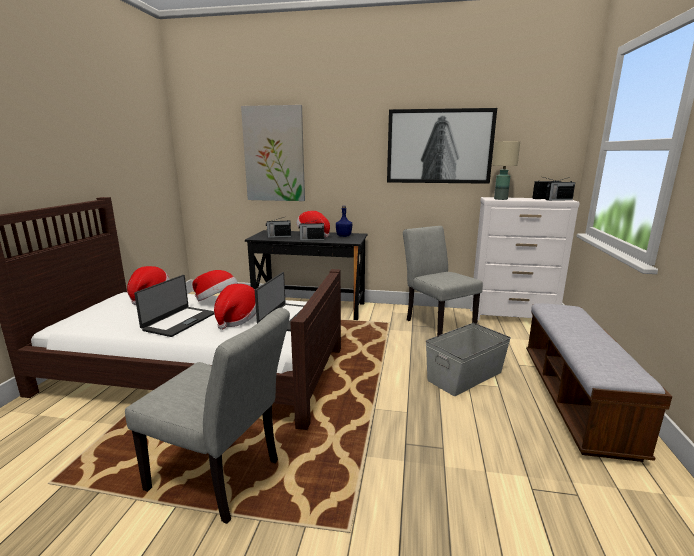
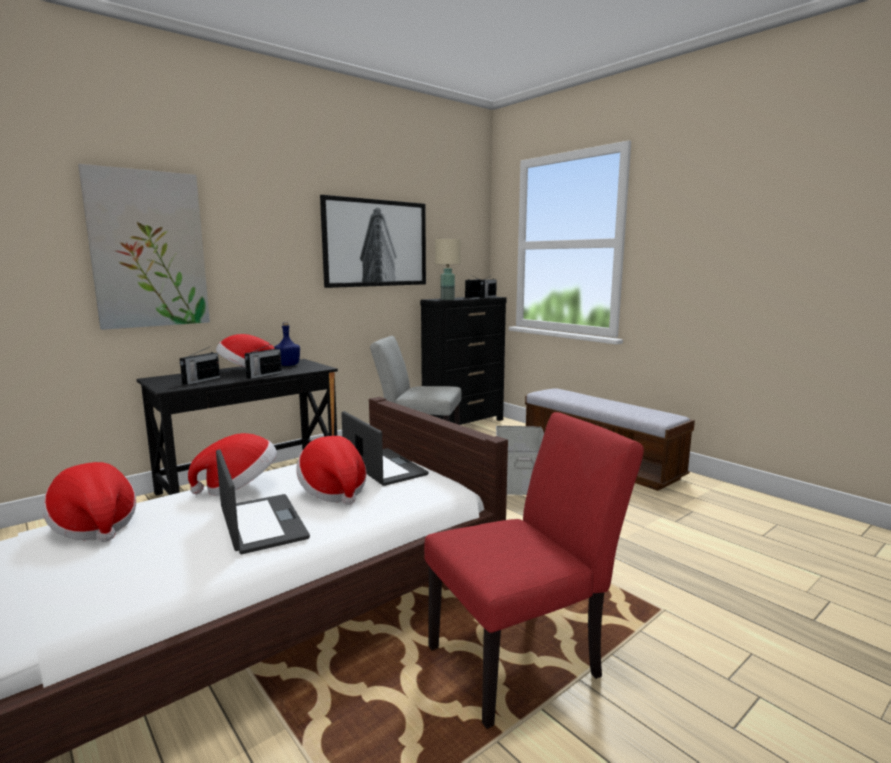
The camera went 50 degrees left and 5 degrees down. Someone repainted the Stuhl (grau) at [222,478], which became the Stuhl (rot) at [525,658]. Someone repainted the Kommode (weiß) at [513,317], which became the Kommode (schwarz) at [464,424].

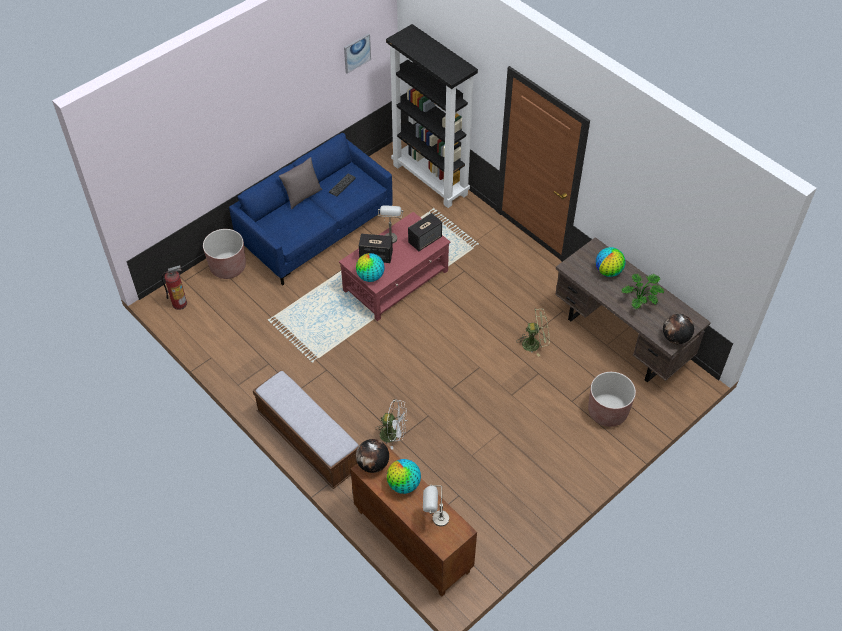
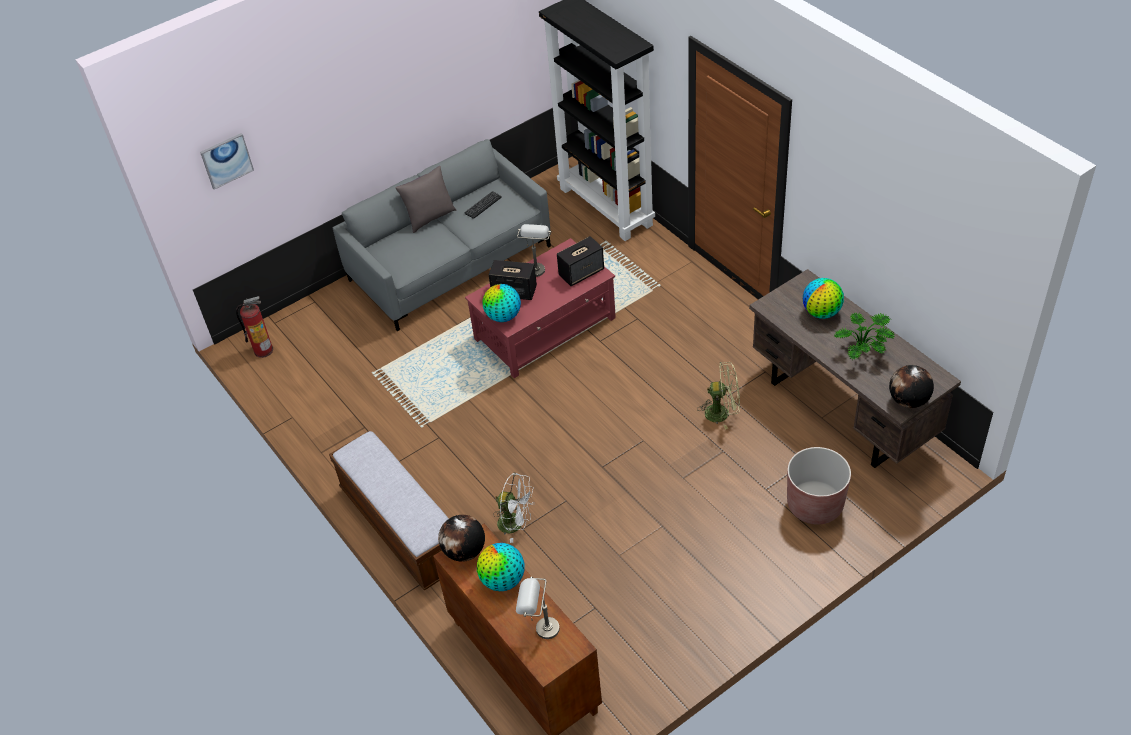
The camera went 10 degrees right and 5 degrees down. Someone took away the Pflanzkübel (braun) at [228,267]. Someone carried the Bild from [357,53] to [226,160]. Someone repainted the Sofa (blau) at [316,228], which became the Sofa (grau) at [450,263].

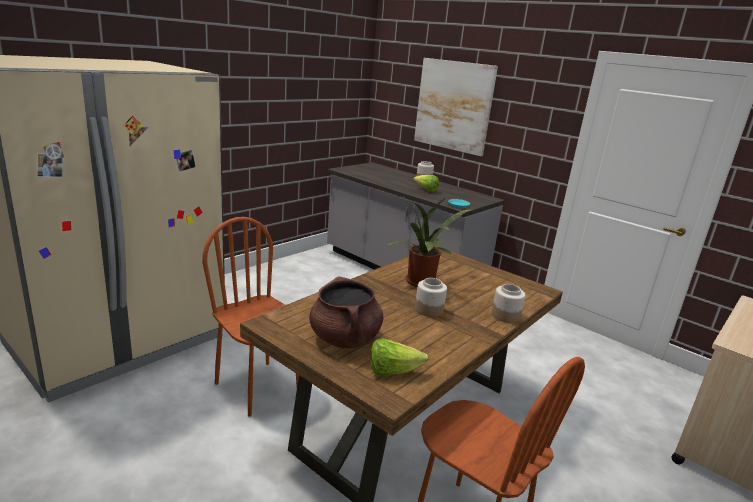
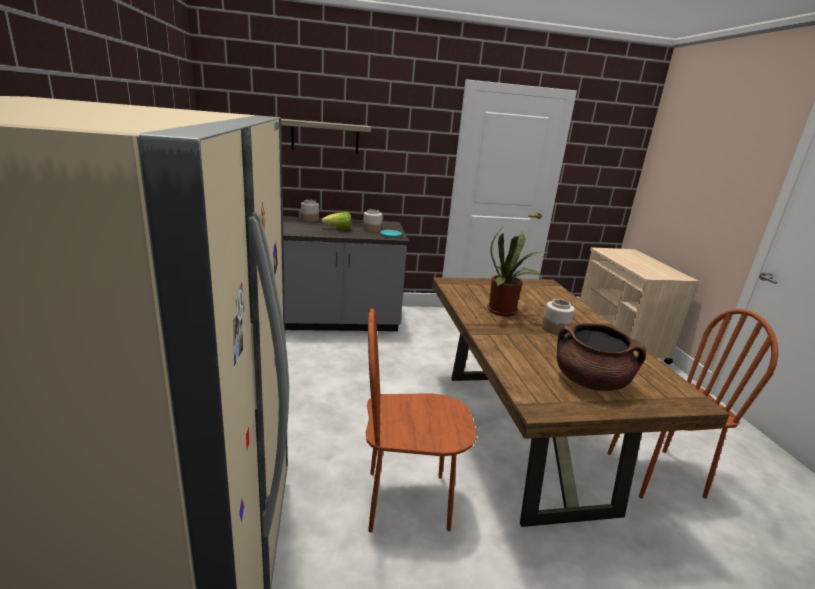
The camera went 50 degrees left and 0 degrees up. Someone took away the Salatkopf at [392,371]. Someone carried the Vorratsglas from [506,316] to [372,230]. Someone swapped the Bild at [453,106] for the Wandregal at [325,137].

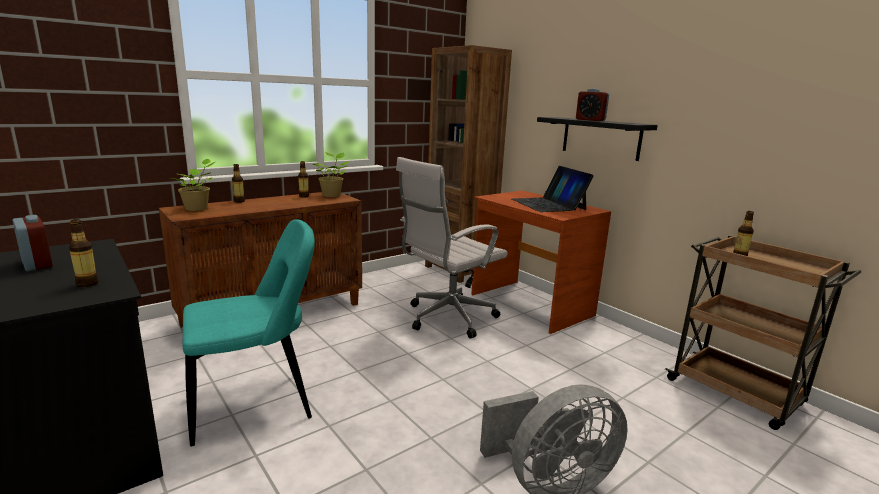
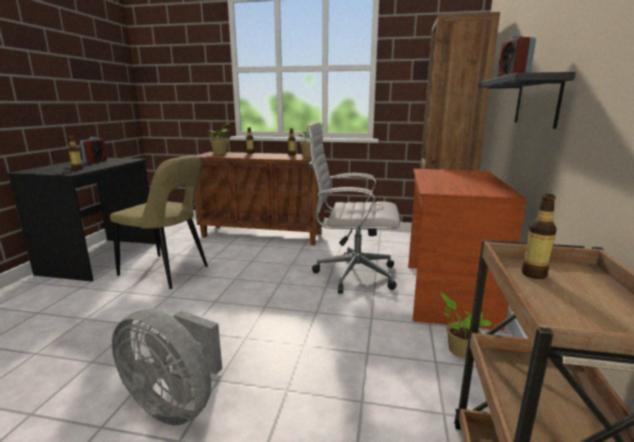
The camera went 50 degrees right and 0 degrees up. Someone took away the Laptop at [548,204]. Someone put down the Topfpflanze at [458,350]. Someone repainted the Stuhl (türkis) at [256,405], which became the Stuhl (beige) at [167,272].

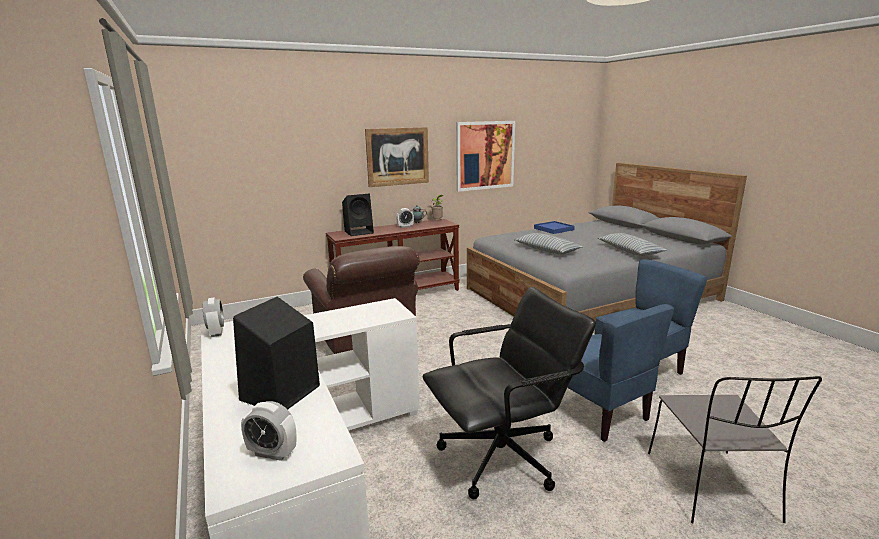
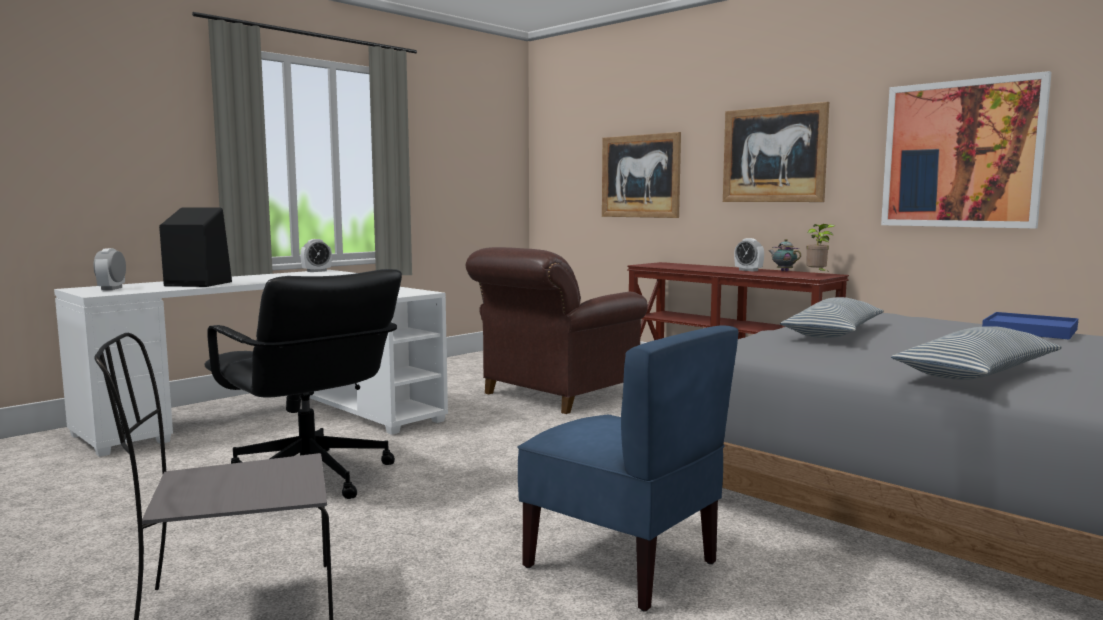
The camera went 70 degrees right and 10 degrees down. Someone took away the Lautsprecher (schwarz) at [359,232]. Someone took away the Stuhl (blau) at [598,412]. Someone put up the Bild at [640,176].

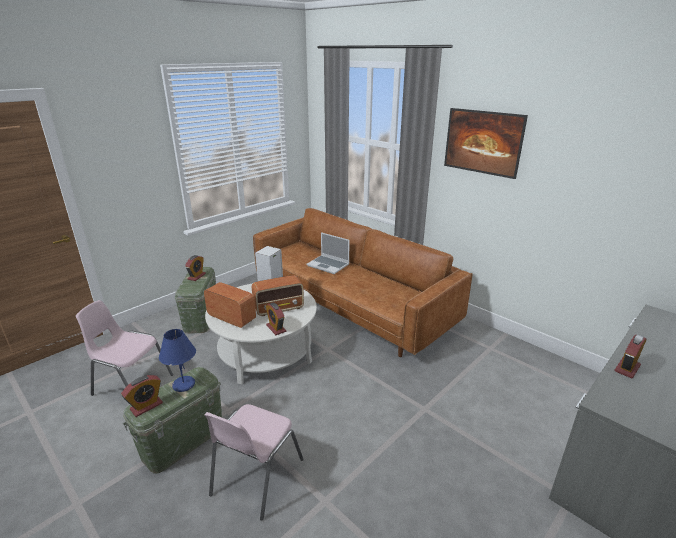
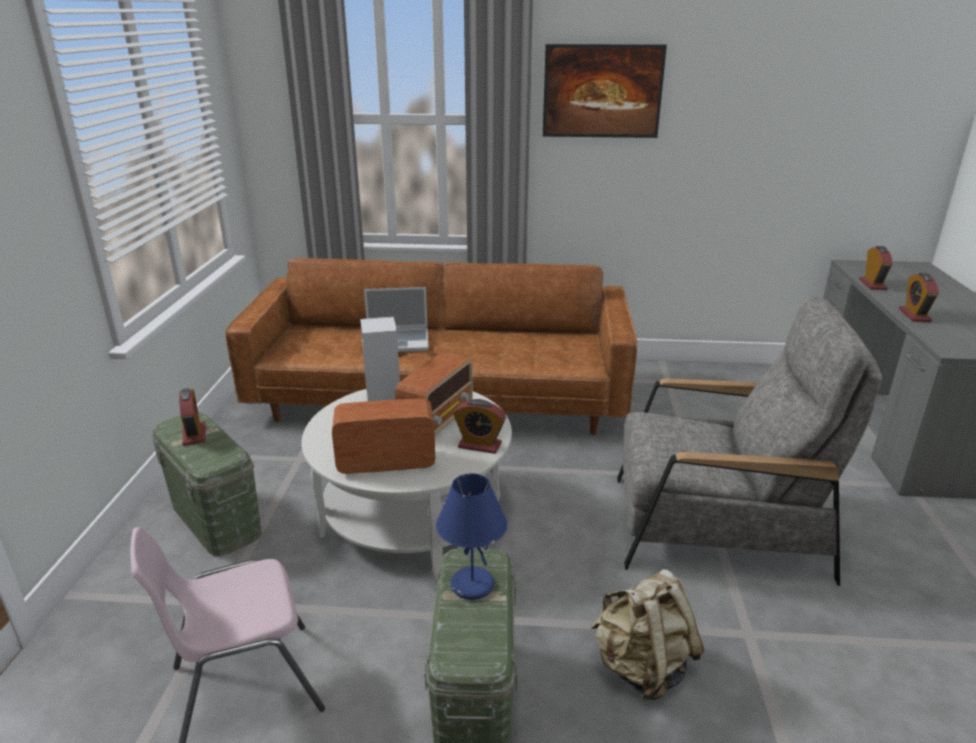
The camera went 40 degrees left and 0 degrees up. Someone put down the Sessel (grau) at [716,526]. Someone carried the Wecker from [146,406] to [872,284]. Someone swapped the Stuhl (rosa) at [256,477] for the Rucksack (beige) at [641,667].

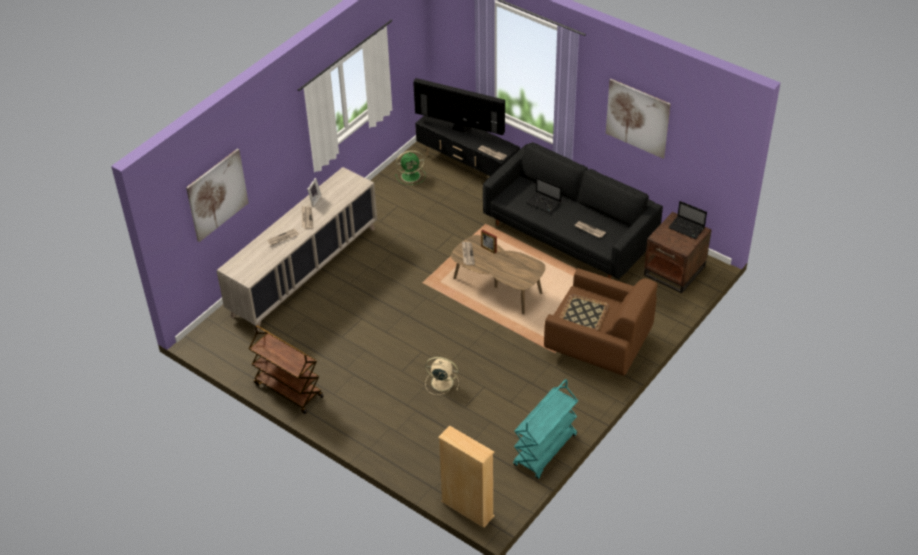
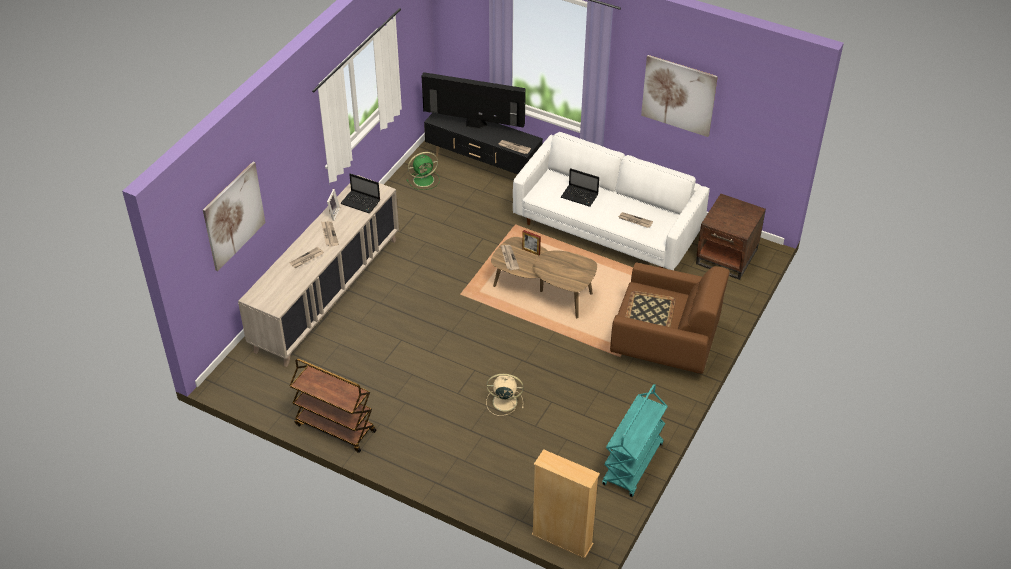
The camera went 10 degrees left and 0 degrees up. Someone carried the Laptop from [687,228] to [361,202]. Someone repainted the Sofa (schwarz) at [569,234], which became the Sofa (weiß) at [607,227].

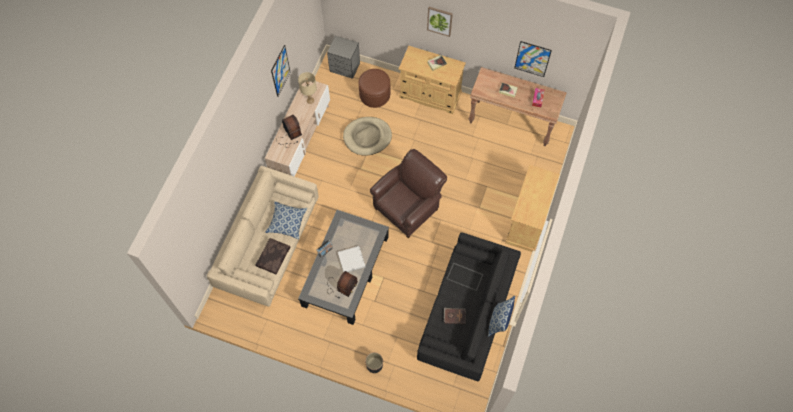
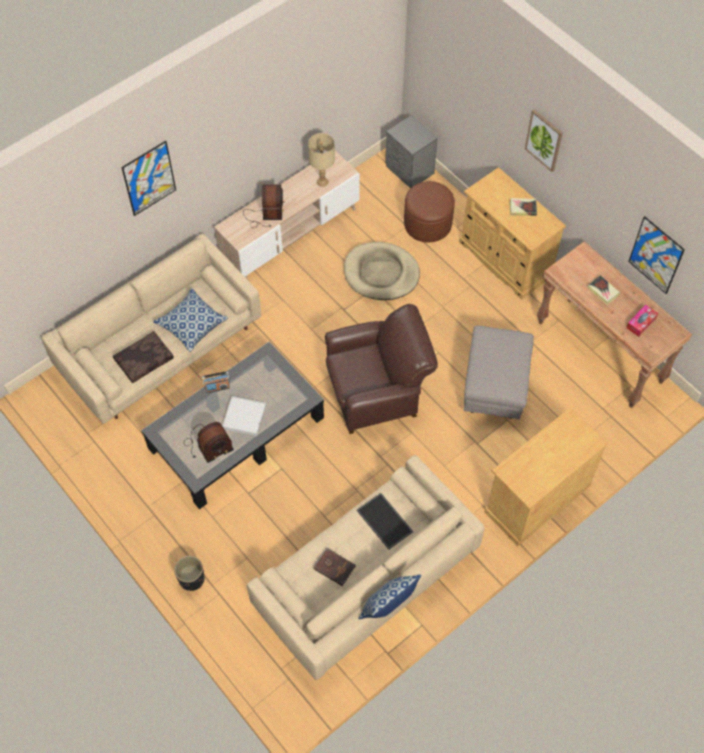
The camera went 30 degrees right and 5 degrees down. Someone put down the Polsterhocker (grau) at [494,387]. Someone carried the Bild from [280,71] to [149,178]. Someone repainted the Sofa (schwarz) at [467,313], which became the Sofa (beige) at [365,579].

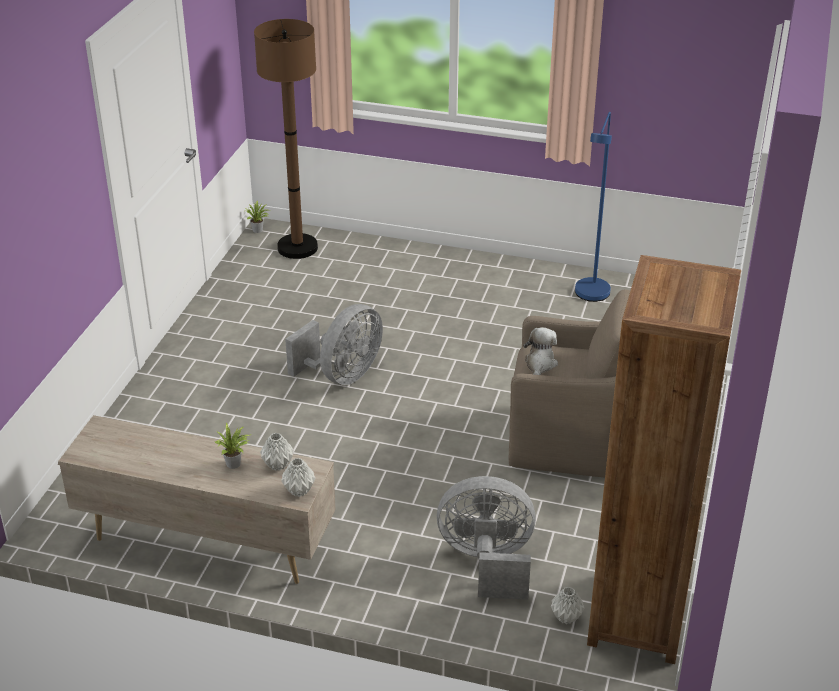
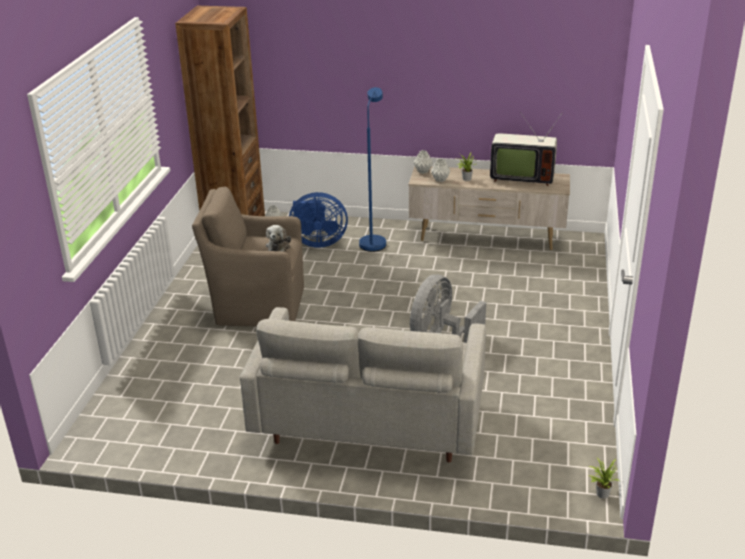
The camera went 175 degrees right and 5 degrees down. Someone took away the Stehlampe (braun) at [297,248]. Someone put down the Sofa (grau) at [368,422]. Someone put down the Fernseher at [521,177]. Someone carried the Stehlampe (blau) from [590,297] to [374,241]. Someone repainted the Ventilator (grau) at [487,562], which became the Ventilator (blau) at [317,242].

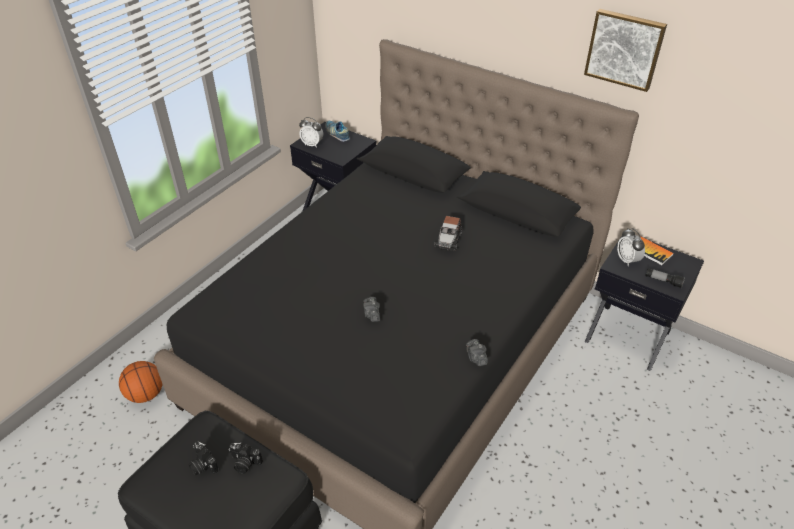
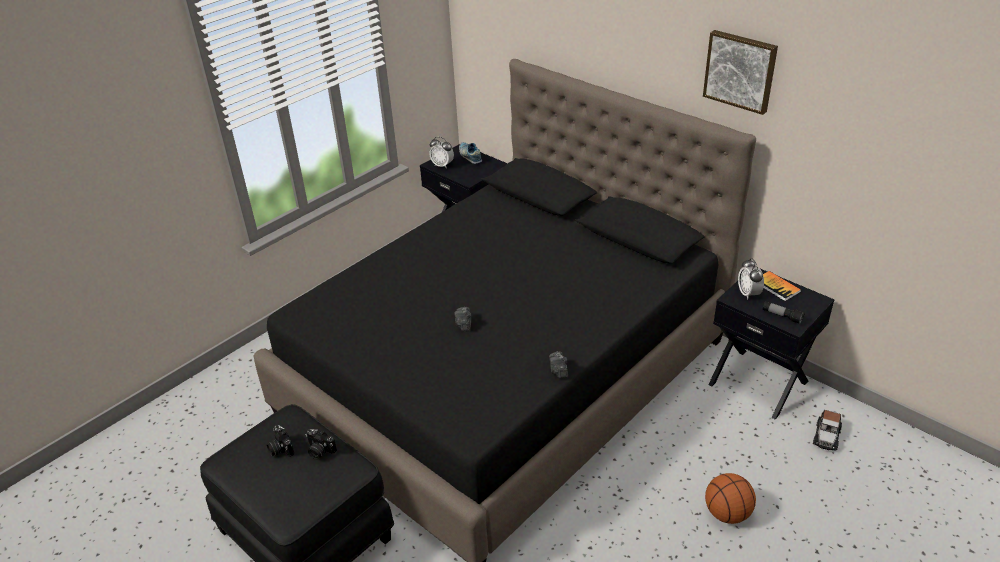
The camera went 10 degrees right and 5 degrees down. Someone carried the Basketball from [146,394] to [727,513]. Someone carried the Spielzeugauto from [448,240] to [826,436].

